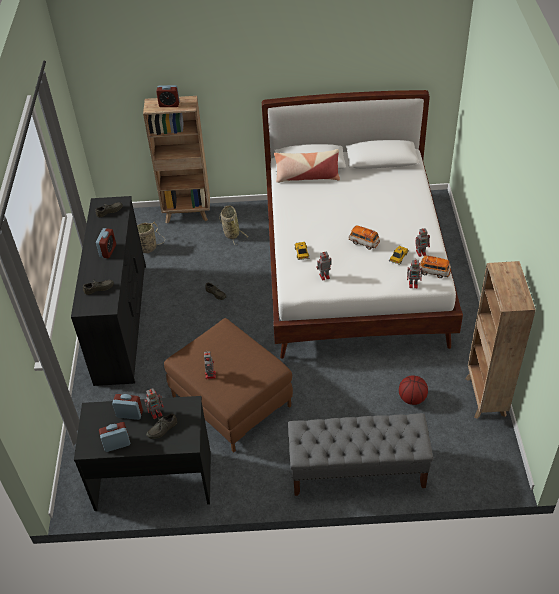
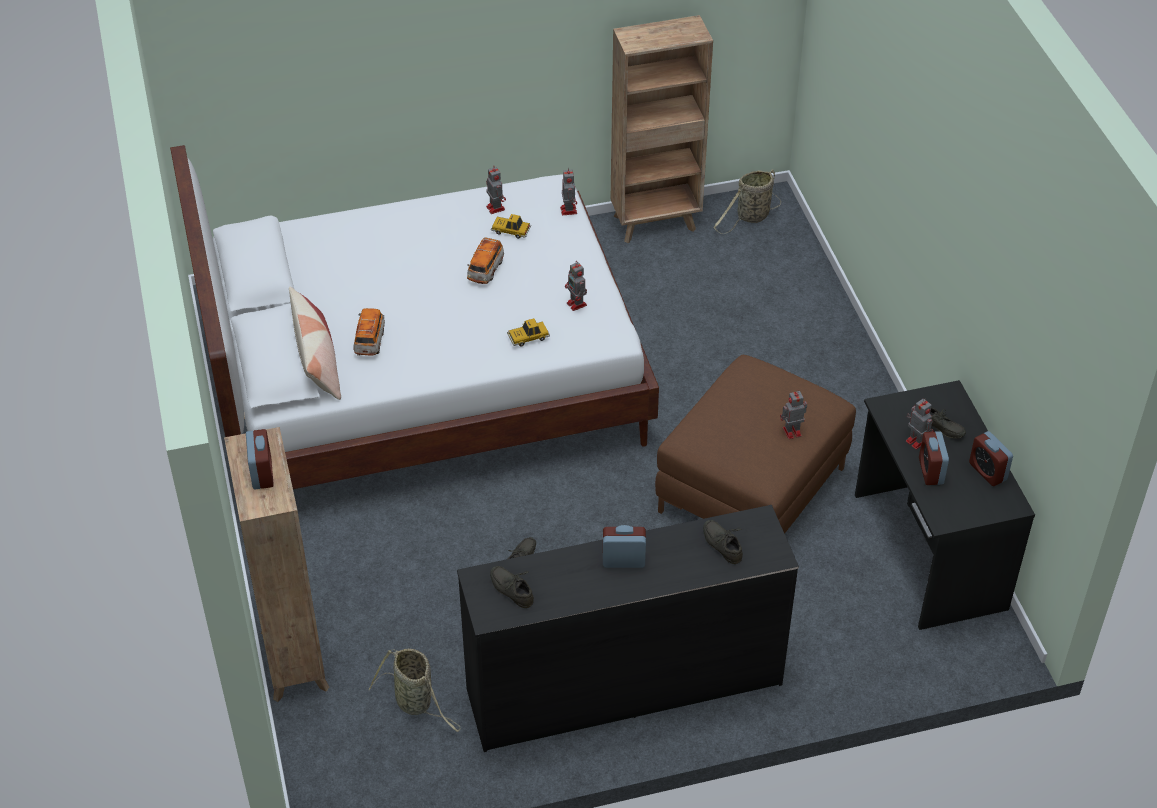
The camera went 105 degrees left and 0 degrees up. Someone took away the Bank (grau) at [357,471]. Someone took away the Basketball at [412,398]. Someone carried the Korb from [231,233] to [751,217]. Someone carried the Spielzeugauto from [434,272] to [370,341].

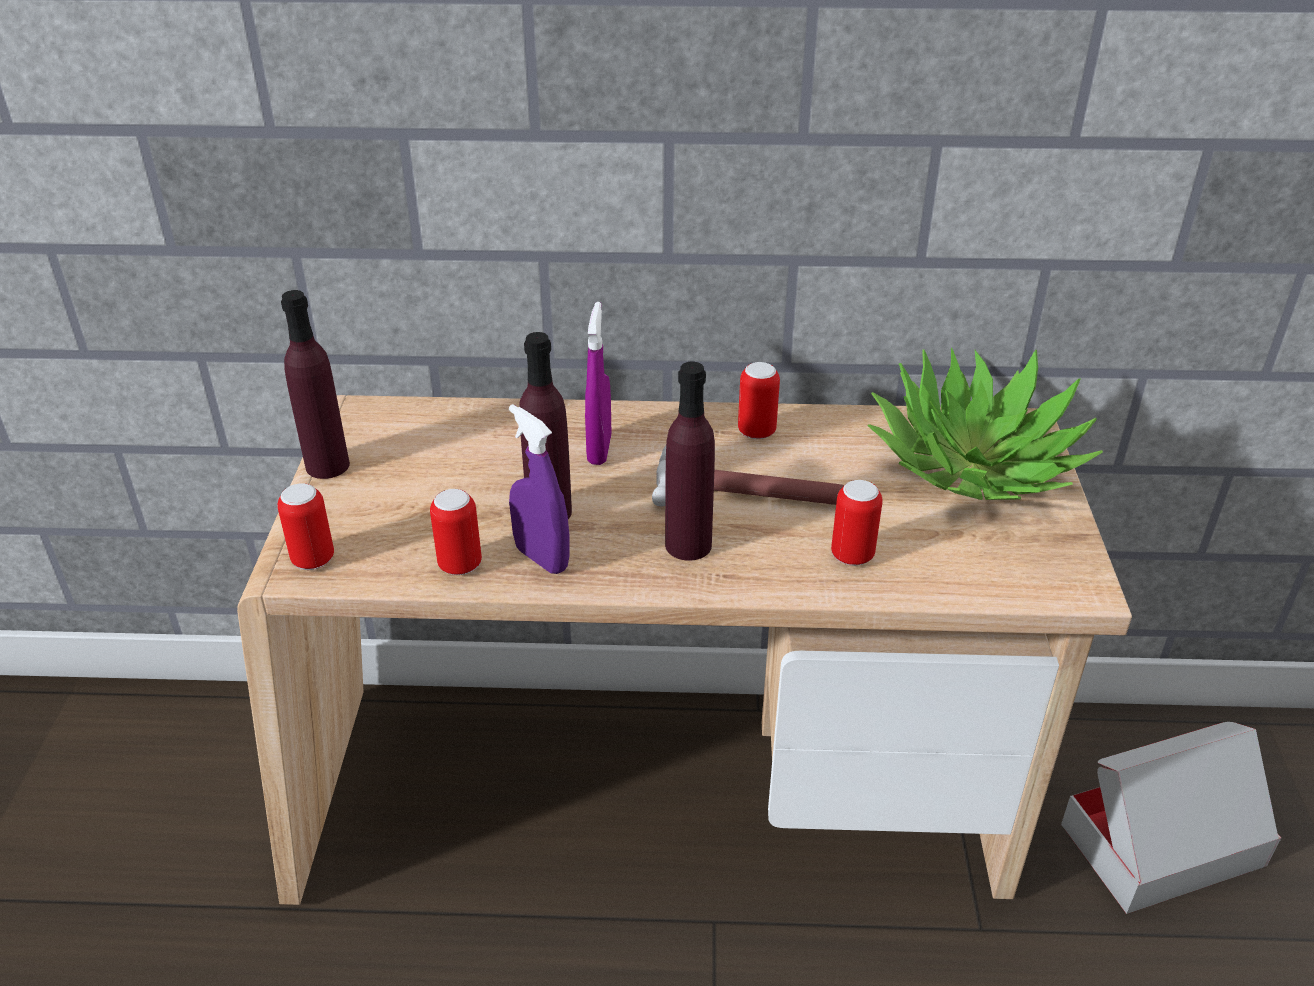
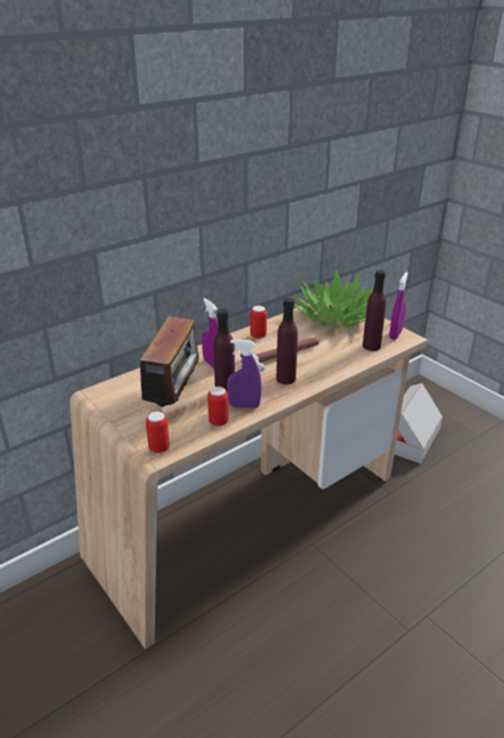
The camera went 40 degrees left and 5 degrees down. Someone took away the Dose at [852,555]. Someone put down the Radio at [175,398]. Someone put down the Sprühflasche (lila) at [395,334]. Someone carried the Flasche (lila) from [327,465] to [371,346].

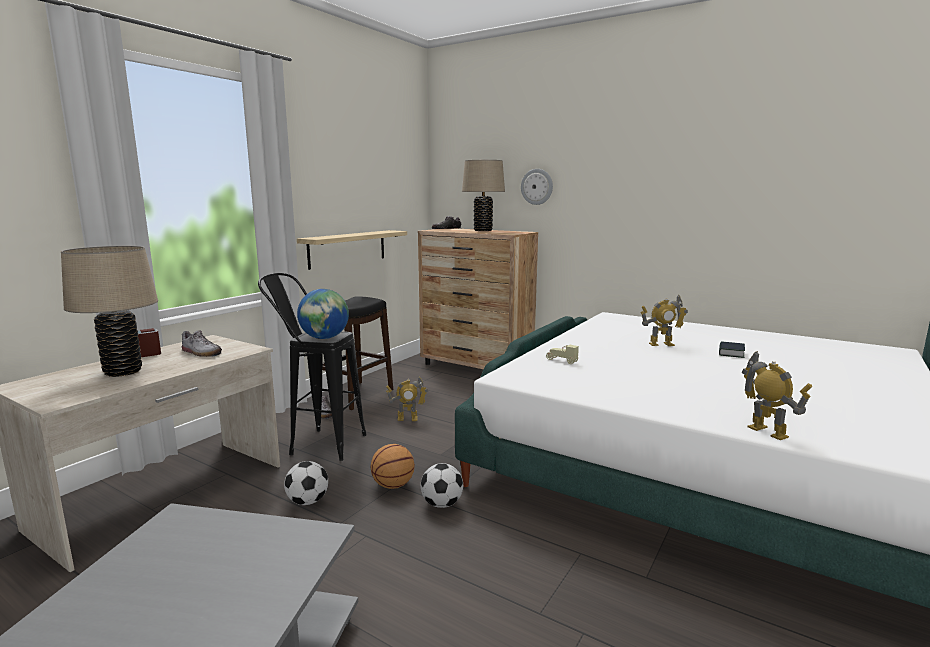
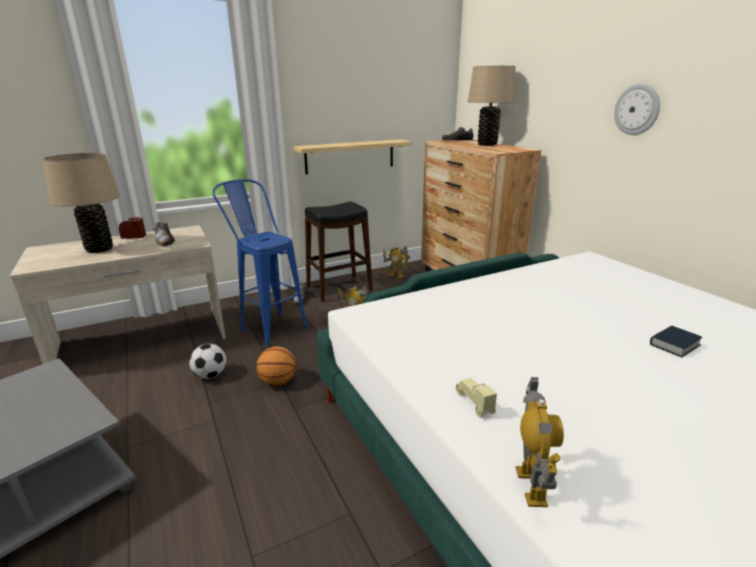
The camera went 30 degrees right and 10 degrees up. Someone took away the Globus at [324,338]. Someone took away the Fußball at [442,504]. Someone carried the Wanduhr from [537,186] to [637,109]. Someone carried the Spielzeugauto (beige) from [561,361] to [473,403]. Someone carried the Spielzeugroboter from [661,344] to [395,275]. Someone repainted the Hocker (schwarz) at [318,443], which became the Hocker (blau) at [268,326].

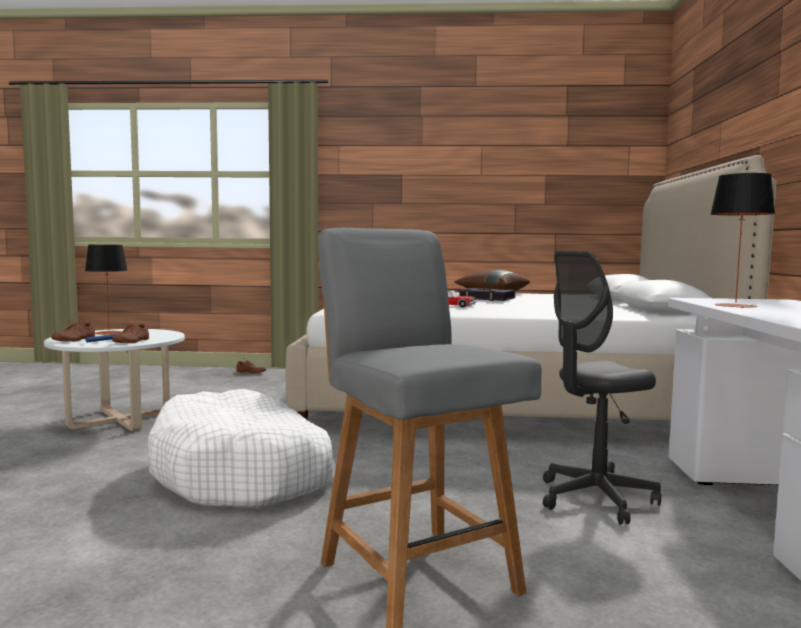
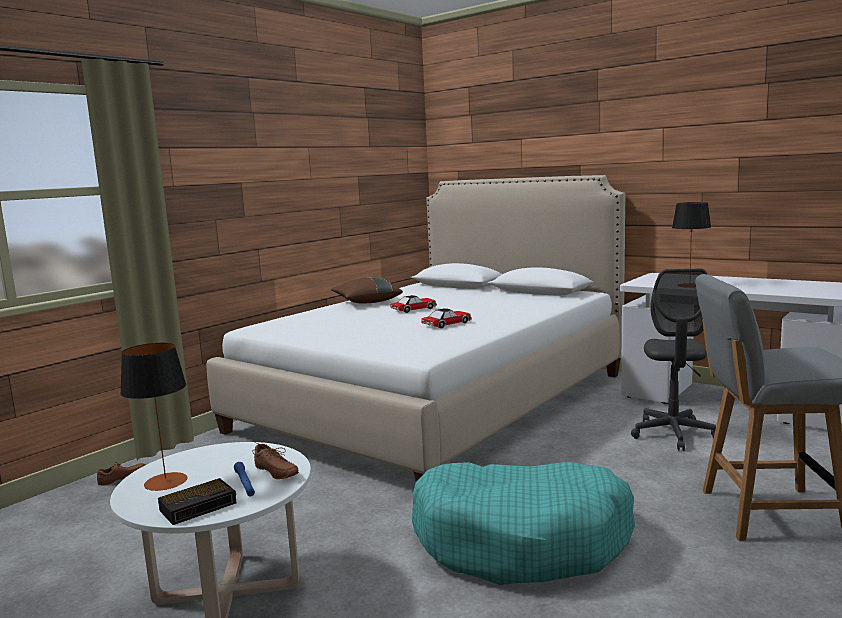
The camera went 55 degrees left and 5 degrees up. Someone swapped the Schuh (braun) at [73,340] for the Wecker at [199,506]. Someone swapped the Buch at [486,299] for the Spielzeugauto at [414,309]. Someone repainted the Hundebett (weiß) at [243,473], which became the Hundebett (türkis) at [522,540].

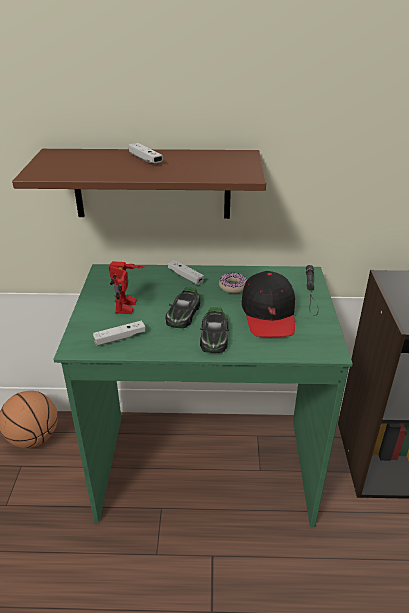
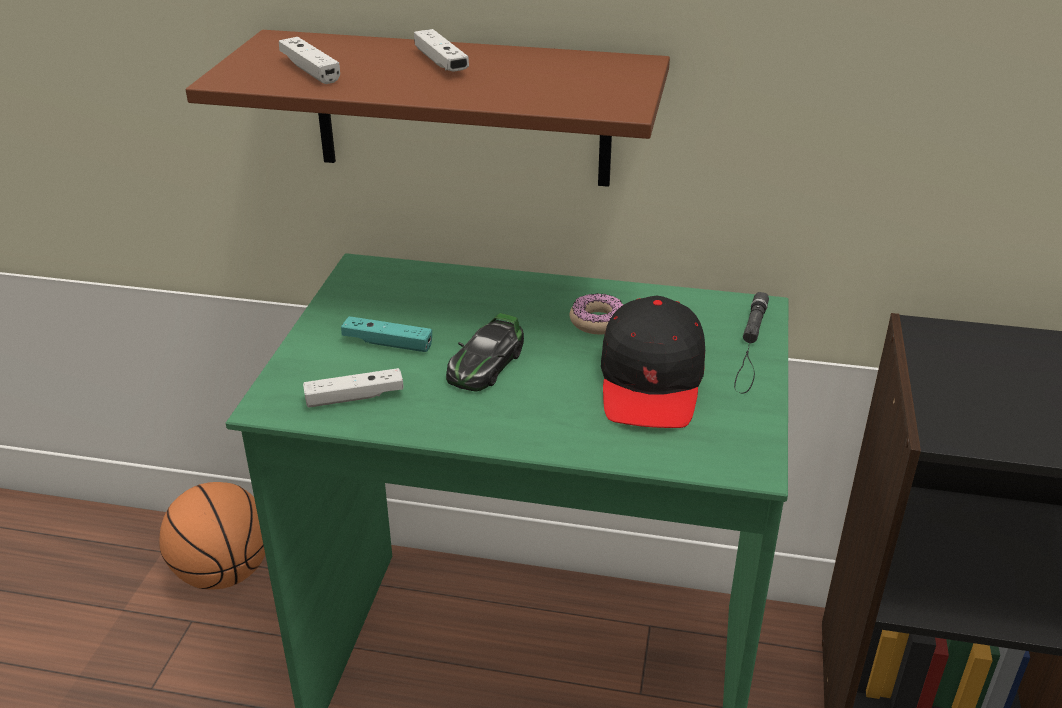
The camera went 10 degrees right and 0 degrees up. Someone took away the Spielzeugauto at [214,336]. Someone carried the Gamepad (weiß) from [185,276] to [310,70]. Someone swapped the Spielzeugroboter at [129,308] for the Gamepad (türkis) at [387,343].

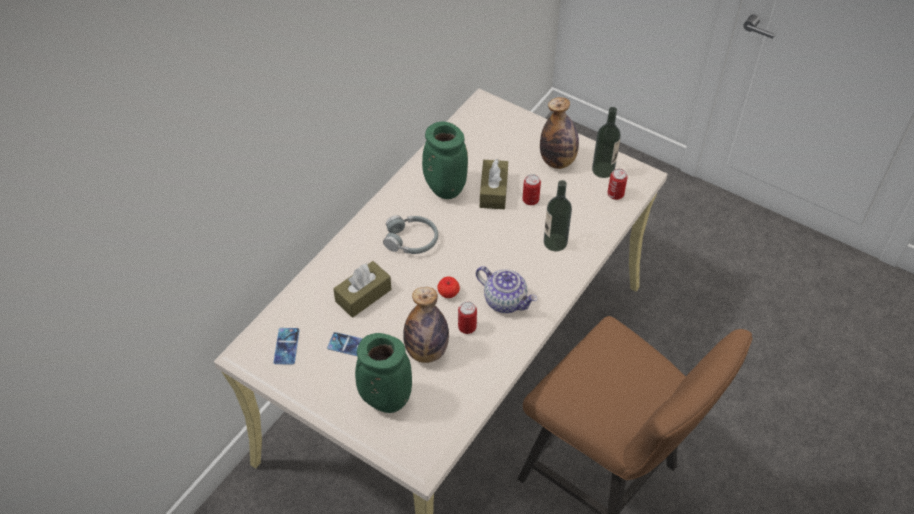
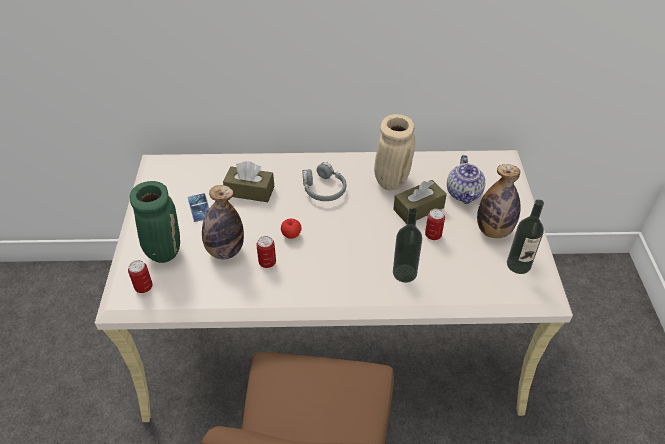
The camera went 55 degrees right and 5 degrees down. Someone took away the Handy at [286,346]. Someone carried the Teekanne from [505,300] to [464,193]. Someone carried the Dose from [615,194] to [143,287]. Someone repainted the Vase (grün) at [444,188], which became the Vase (beige) at [391,180].

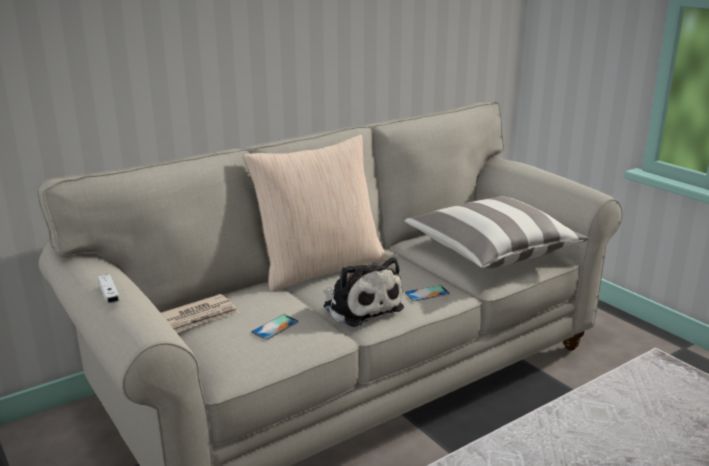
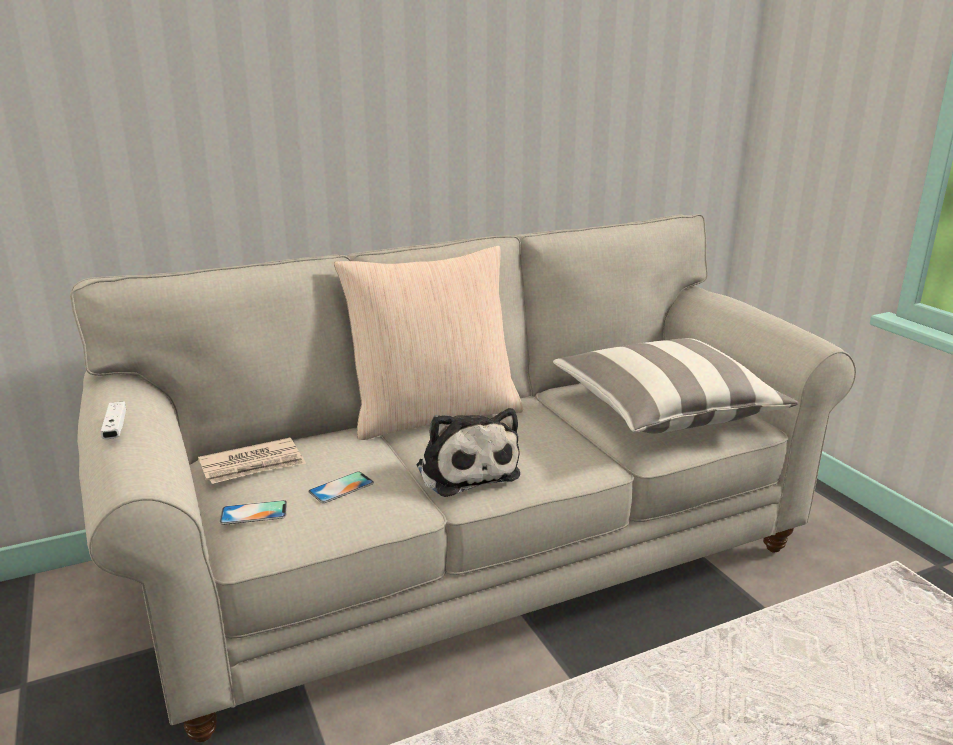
The camera went 10 degrees right and 0 degrees up. Someone carried the Handy from [427,293] to [254,513].

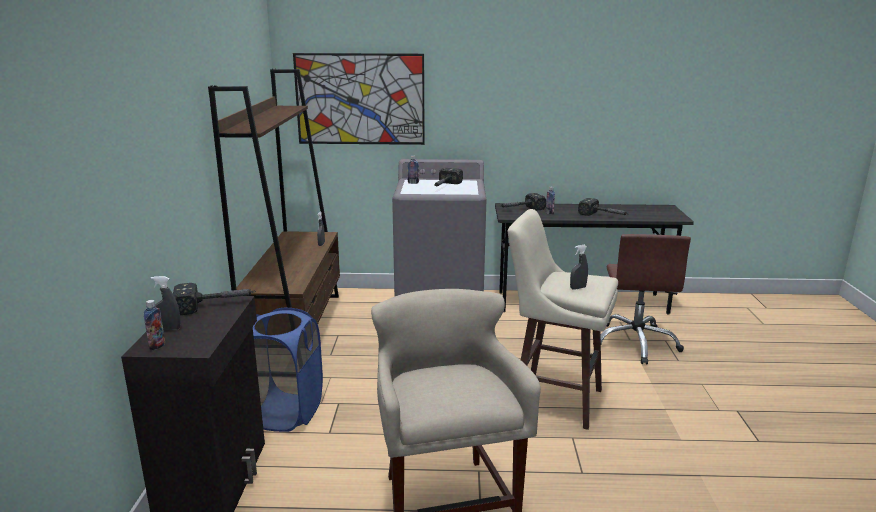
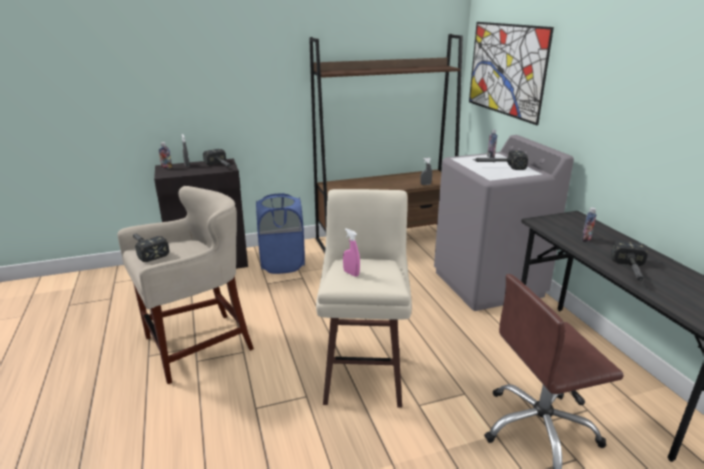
The camera went 70 degrees right and 5 degrees up. Someone carried the Hammer from [520,209] to [144,248]. Someone repainted the Sprühflasche (grau) at [578,288], which became the Sprühflasche (rosa) at [351,273].

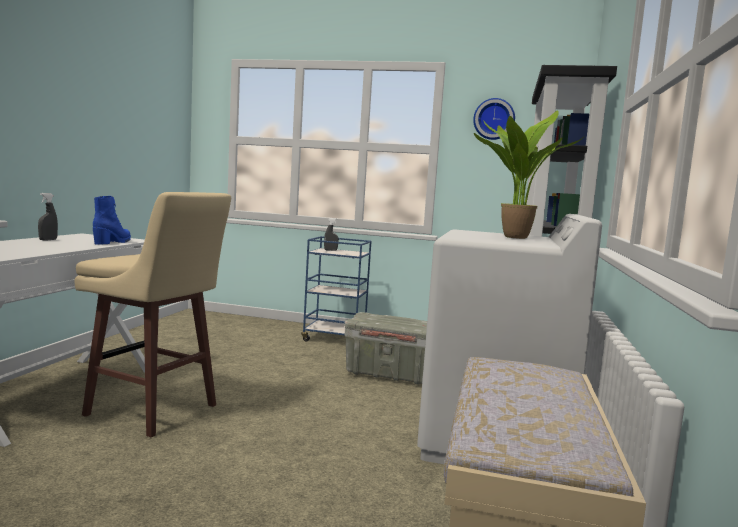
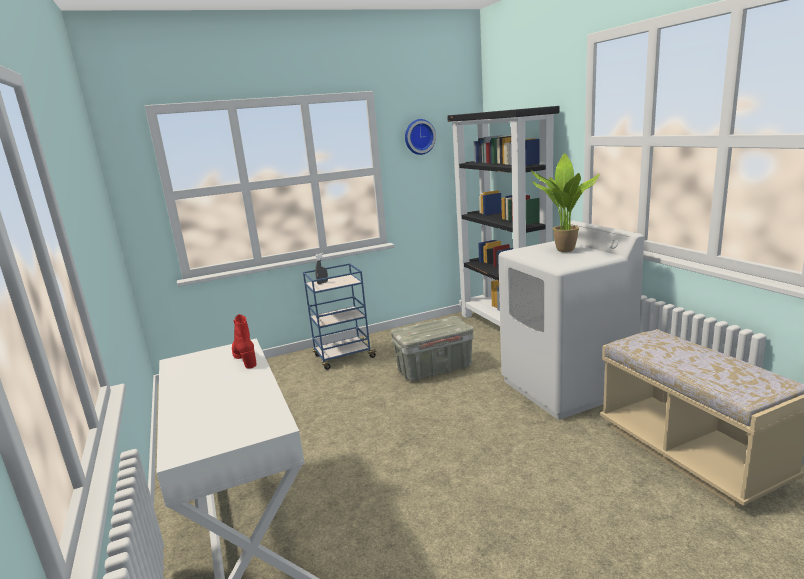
The camera went 35 degrees left and 10 degrees up. Someone took away the Sprühflasche (grau) at [48,240]. Someone took away the Hocker (beige) at [154,412]. Someone repainted the Stiefel (blau) at [113,242], which became the Stiefel (rot) at [246,358].

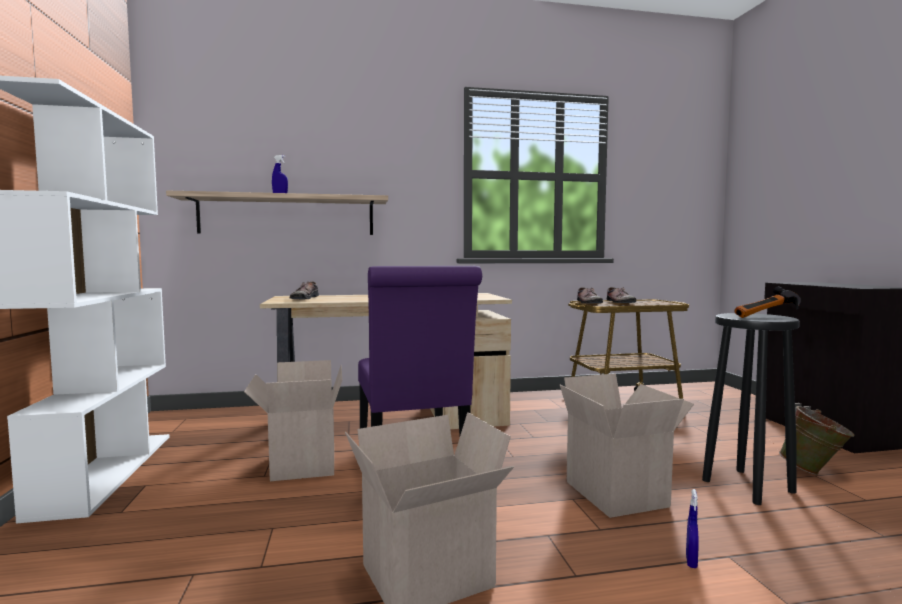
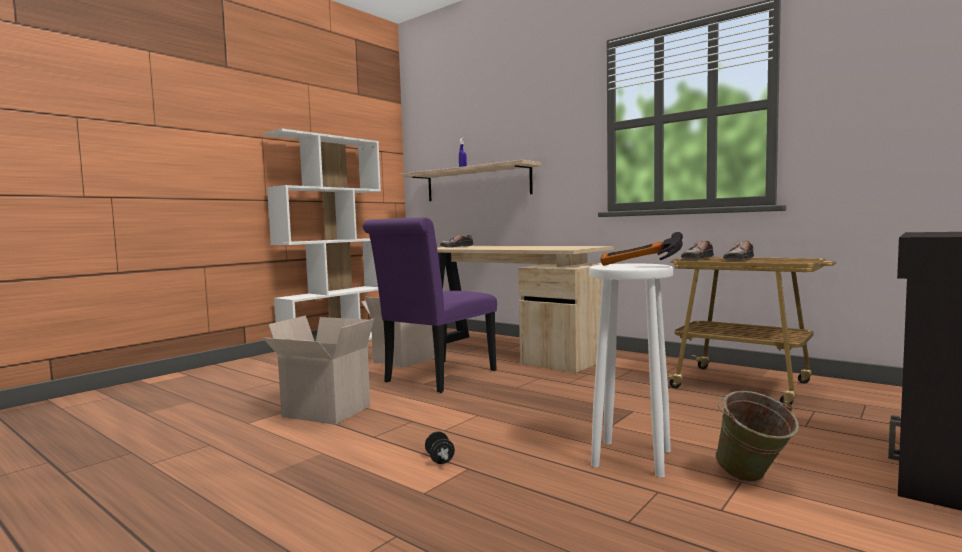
The camera went 50 degrees right and 0 degrees up. Someone took away the Karton at [619,494]. Someone swapped the Sprühflasche (blau) at [691,561] for the Hantel (schwarz) at [440,459]. Someone repainted the Hocker (schwarz) at [747,486], which became the Hocker (weiß) at [630,458].

